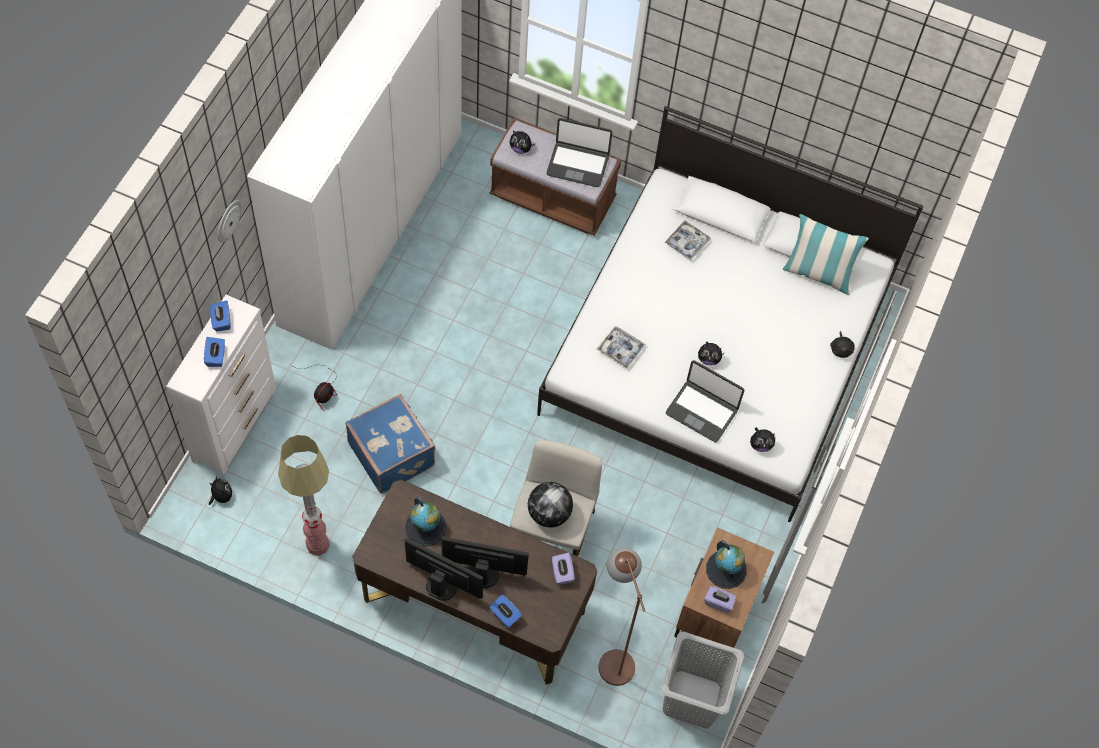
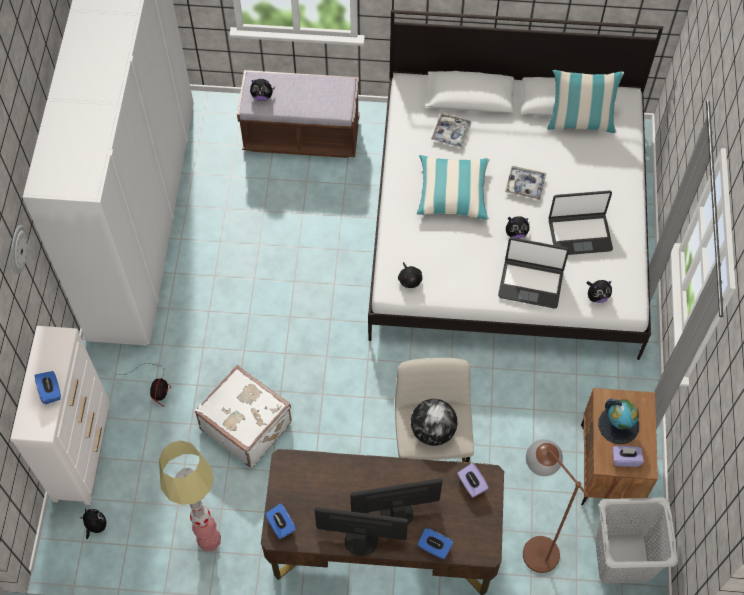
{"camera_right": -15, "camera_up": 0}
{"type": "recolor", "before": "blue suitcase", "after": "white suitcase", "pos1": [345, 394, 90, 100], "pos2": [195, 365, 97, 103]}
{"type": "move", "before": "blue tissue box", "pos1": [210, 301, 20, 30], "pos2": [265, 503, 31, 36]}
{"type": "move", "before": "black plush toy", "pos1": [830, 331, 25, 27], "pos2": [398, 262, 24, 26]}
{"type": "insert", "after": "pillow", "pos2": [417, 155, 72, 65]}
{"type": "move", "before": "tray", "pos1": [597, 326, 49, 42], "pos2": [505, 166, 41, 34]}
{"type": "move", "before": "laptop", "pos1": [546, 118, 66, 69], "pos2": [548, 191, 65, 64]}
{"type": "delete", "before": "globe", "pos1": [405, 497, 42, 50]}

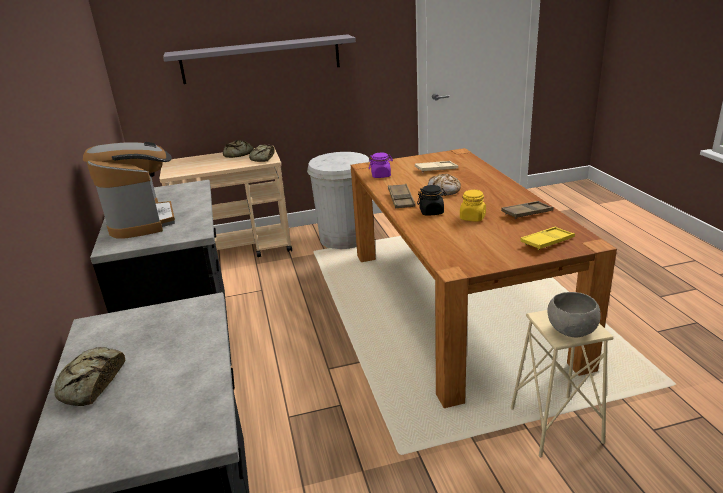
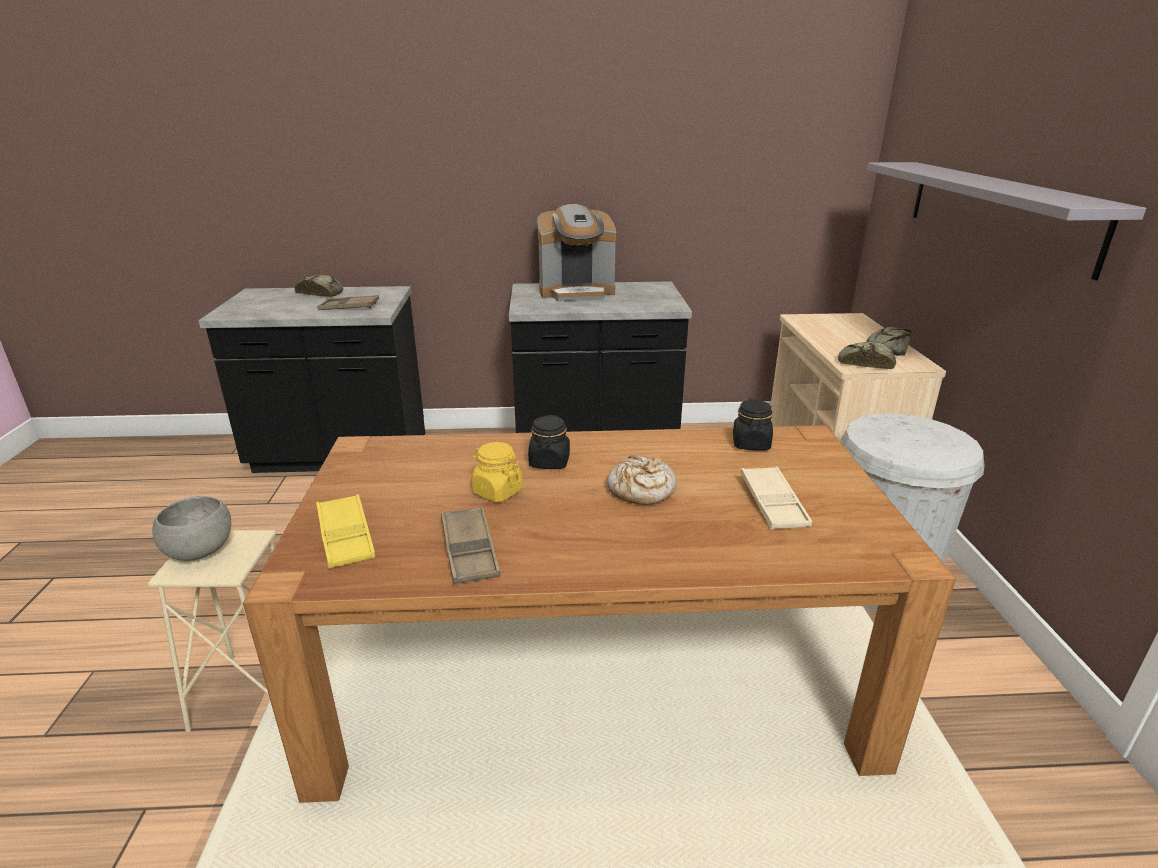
{"camera_right": 100, "camera_up": 0}
{"type": "move", "before": "brown tray", "pos1": [388, 184, 27, 24], "pos2": [317, 295, 62, 15]}
{"type": "recolor", "before": "purple jar", "after": "black jar", "pos1": [369, 153, 24, 25], "pos2": [733, 399, 40, 52]}

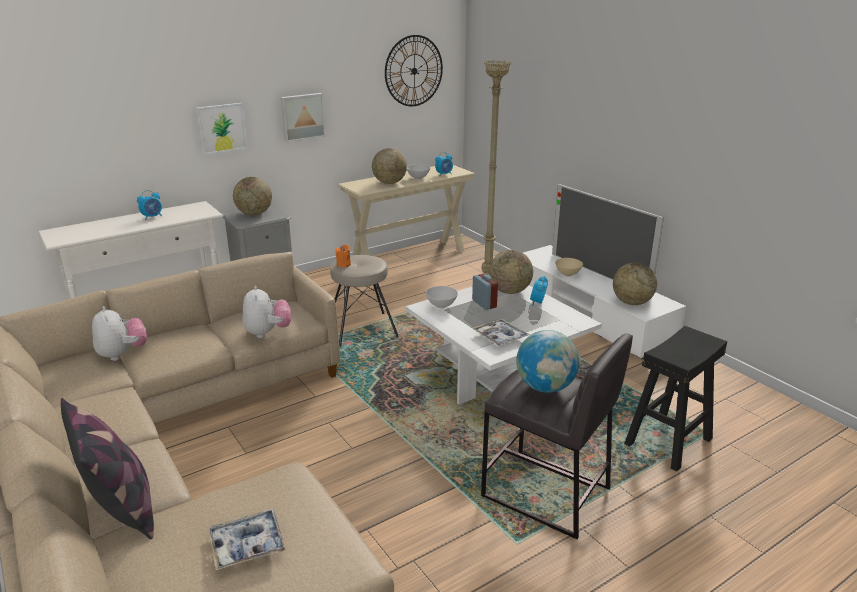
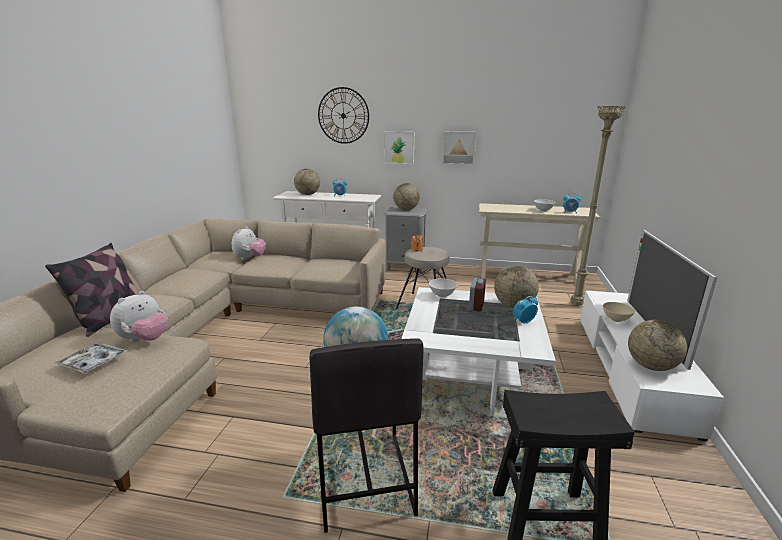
{"camera_right": 45, "camera_up": -5}
{"type": "move", "before": "plush toy", "pos1": [242, 286, 49, 52], "pos2": [110, 291, 58, 51]}
{"type": "move", "before": "globe", "pos1": [372, 148, 35, 36], "pos2": [294, 169, 26, 26]}
{"type": "move", "before": "wall clock", "pos1": [385, 35, 58, 71], "pos2": [318, 87, 51, 57]}
{"type": "delete", "before": "tray", "pos1": [472, 319, 58, 27]}

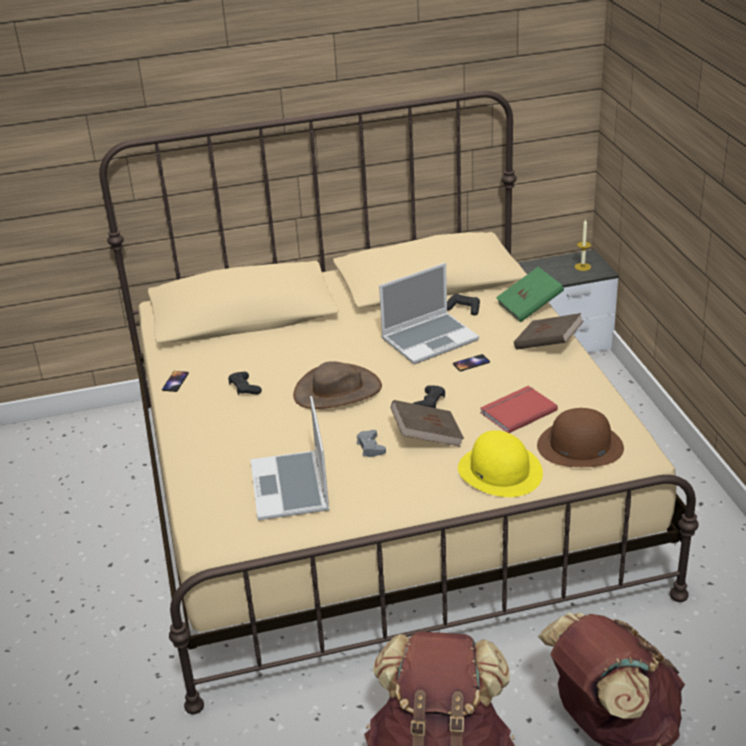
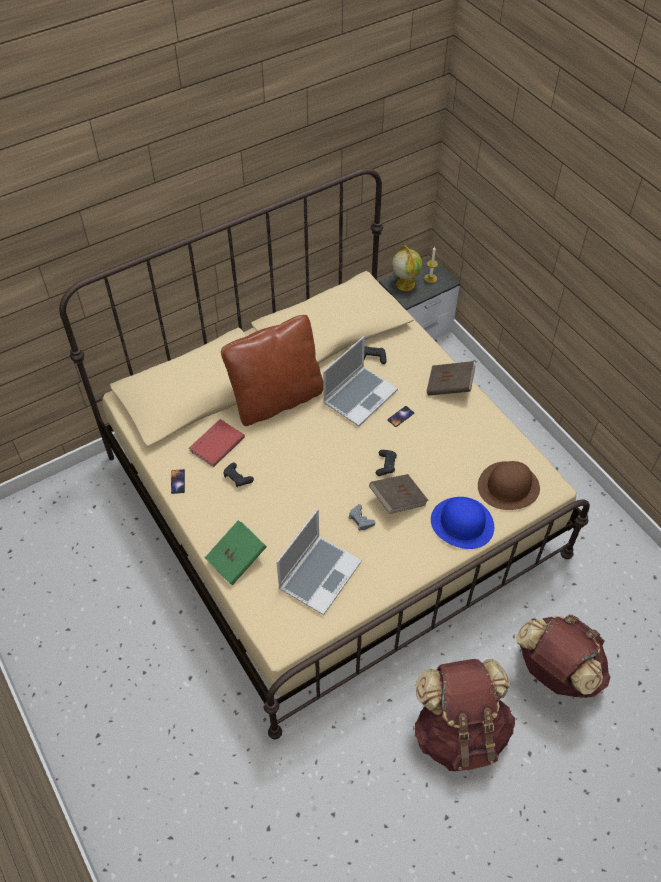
{"camera_right": -20, "camera_up": 20}
{"type": "move", "before": "red book", "pos1": [481, 386, 77, 47], "pos2": [189, 419, 56, 48]}
{"type": "move", "before": "green book", "pos1": [496, 267, 68, 55], "pos2": [205, 520, 62, 65]}
{"type": "insert", "after": "brown pillow", "pos2": [221, 315, 102, 111]}
{"type": "rotate", "before": "laptop", "pos1": [250, 396, 80, 124], "pos2": [276, 509, 86, 106], "turn": -120}
{"type": "insert", "after": "globe", "pos2": [392, 245, 30, 46]}
{"type": "recolor", "before": "yellow hat", "after": "blue hat", "pos1": [458, 430, 85, 67], "pos2": [431, 497, 63, 52]}
{"type": "delete", "before": "brown hat", "pos1": [293, 361, 89, 48]}

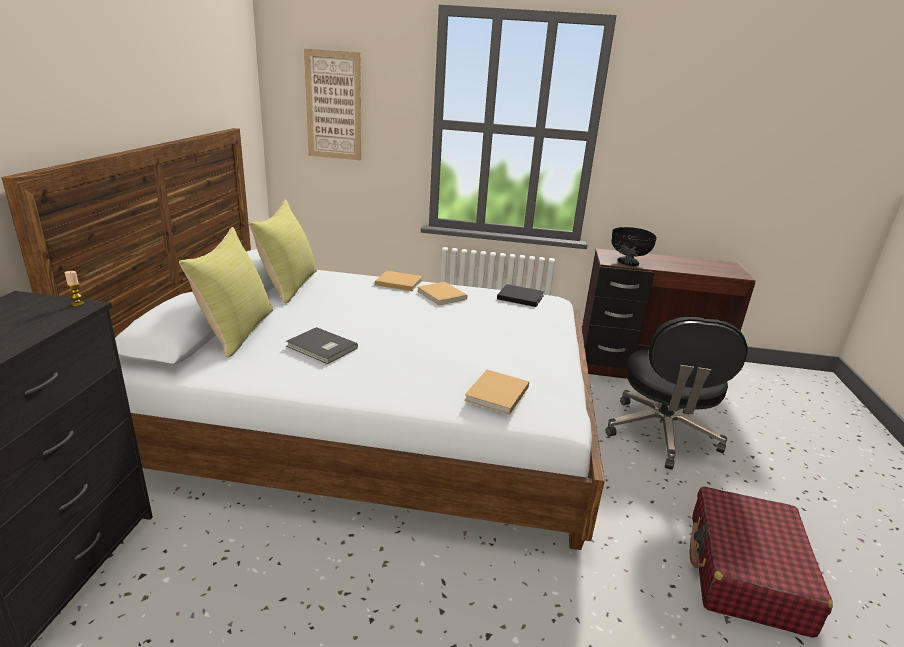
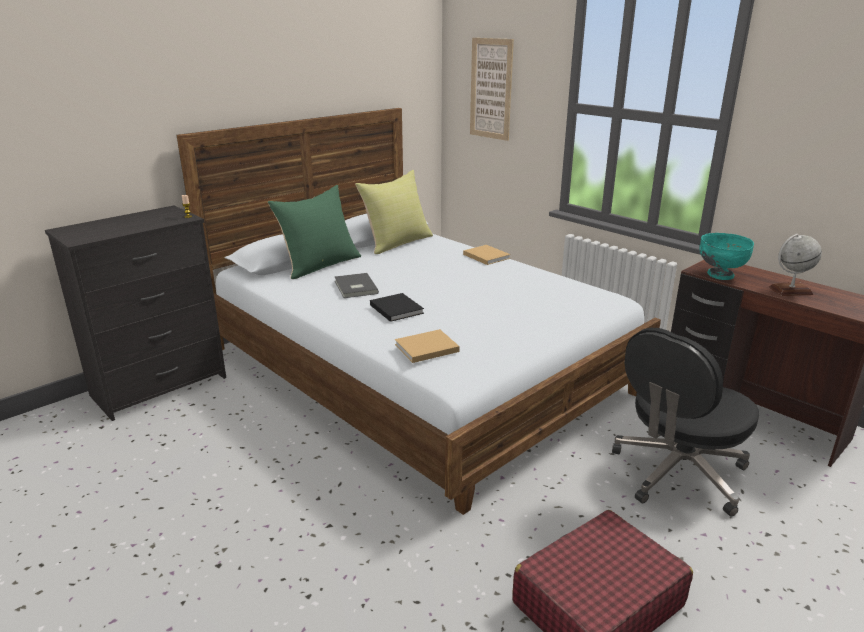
{"camera_right": 40, "camera_up": 0}
{"type": "recolor", "before": "yellow pillow", "after": "green pillow", "pos1": [179, 227, 95, 131], "pos2": [267, 185, 94, 94]}
{"type": "move", "before": "black book", "pos1": [497, 284, 47, 23], "pos2": [370, 293, 54, 29]}
{"type": "recolor", "before": "black bowl", "after": "turquoise bowl", "pos1": [612, 227, 45, 39], "pos2": [699, 233, 55, 47]}
{"type": "insert", "after": "globe", "pos2": [769, 234, 53, 62]}
{"type": "delete", "before": "beige book", "pos1": [417, 282, 50, 23]}

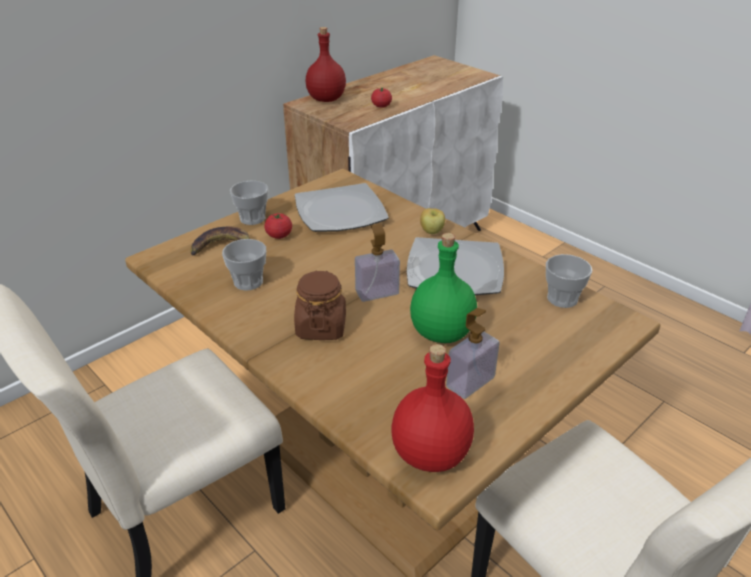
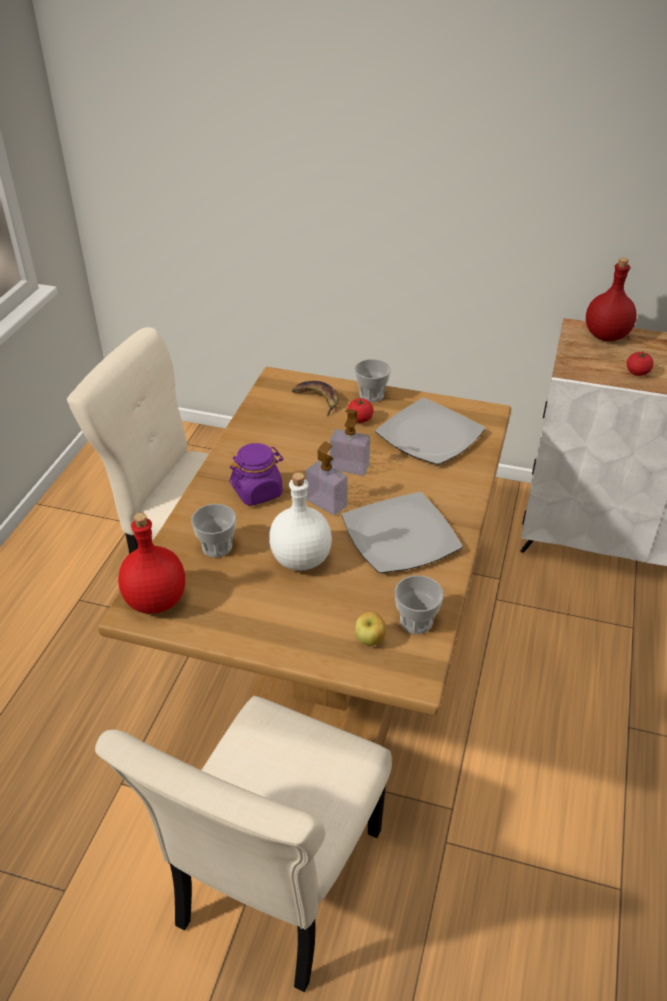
{"camera_right": 60, "camera_up": 5}
{"type": "move", "before": "cup", "pos1": [222, 239, 44, 51], "pos2": [191, 504, 46, 53]}
{"type": "recolor", "before": "brown jar", "after": "purple jar", "pos1": [294, 270, 52, 70], "pos2": [229, 443, 54, 63]}
{"type": "recolor", "before": "green bottle", "after": "white bottle", "pos1": [410, 233, 67, 110], "pos2": [269, 472, 63, 99]}
{"type": "move", "before": "soap dispenser", "pos1": [446, 308, 54, 91], "pos2": [330, 409, 40, 67]}
{"type": "move", "before": "apple", "pos1": [420, 208, 25, 26], "pos2": [355, 612, 31, 34]}

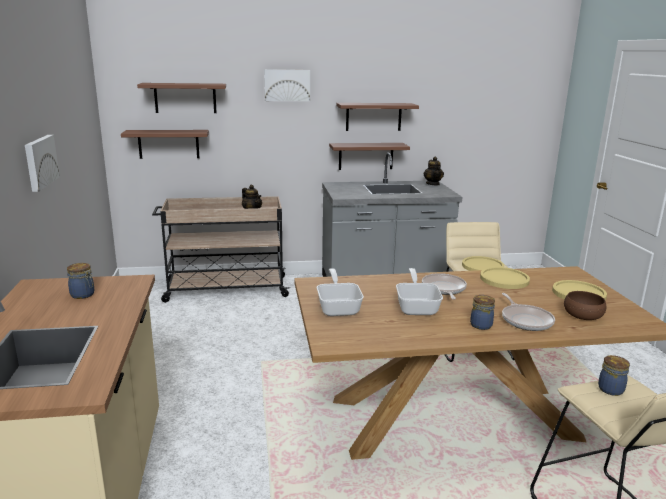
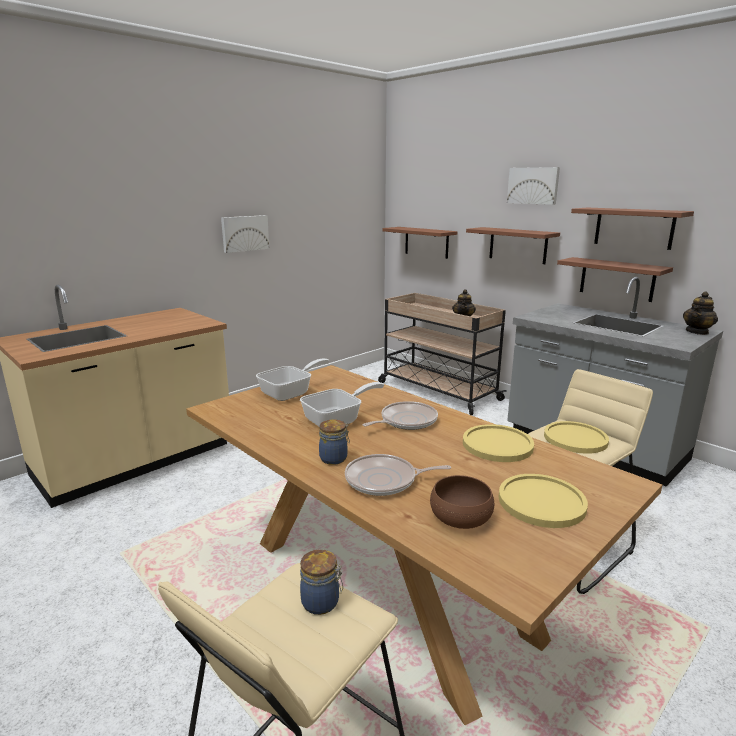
{"camera_right": 55, "camera_up": 0}
{"type": "rotate", "before": "frying pan", "pos1": [502, 293, 53, 38], "pos2": [345, 454, 106, 42], "turn": 45}
{"type": "move", "before": "shelf", "pos1": [137, 83, 89, 30], "pos2": [466, 227, 94, 37]}
{"type": "delete", "before": "jar", "pos1": [67, 263, 27, 36]}

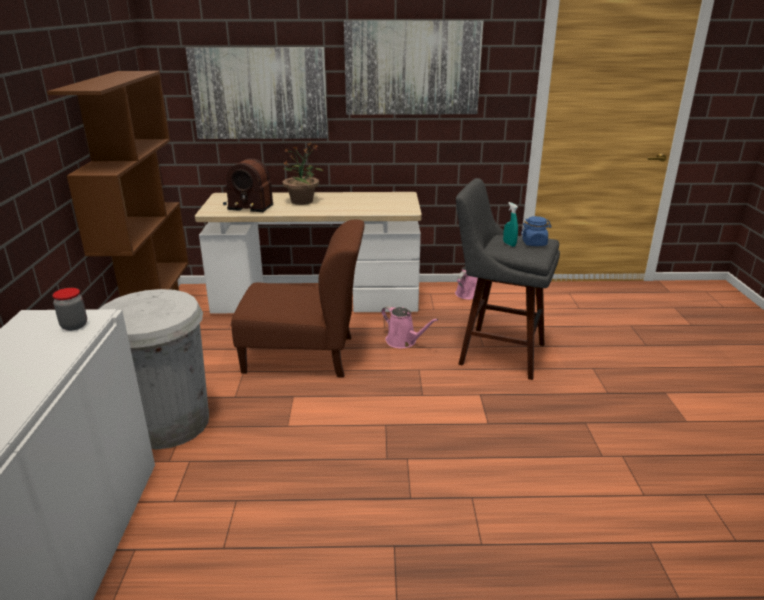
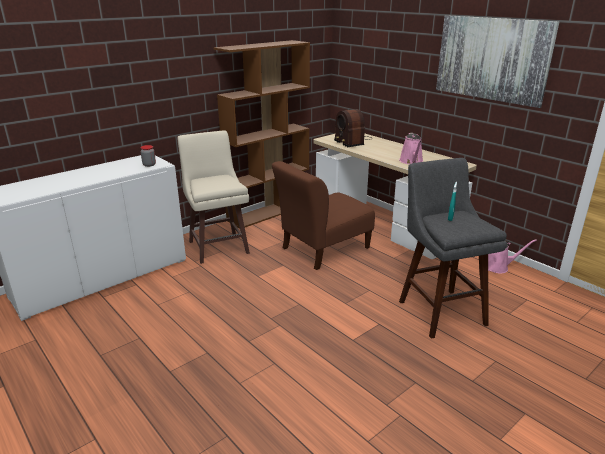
{"camera_right": 50, "camera_up": 0}
{"type": "replace", "before": "white trash can", "after": "beige stool", "pos1": [100, 289, 109, 161], "pos2": [177, 131, 73, 133]}
{"type": "rotate", "before": "brown chair", "pos1": [231, 220, 134, 157], "pos2": [272, 161, 103, 109], "turn": 90}
{"type": "move", "before": "pink watering can", "pos1": [381, 306, 57, 42], "pos2": [399, 133, 24, 31]}
{"type": "delete", "before": "picture", "pos1": [186, 47, 142, 92]}
{"type": "delete", "before": "potted plant", "pos1": [283, 143, 41, 62]}
{"type": "delete", "before": "blue jar", "pos1": [521, 216, 31, 30]}

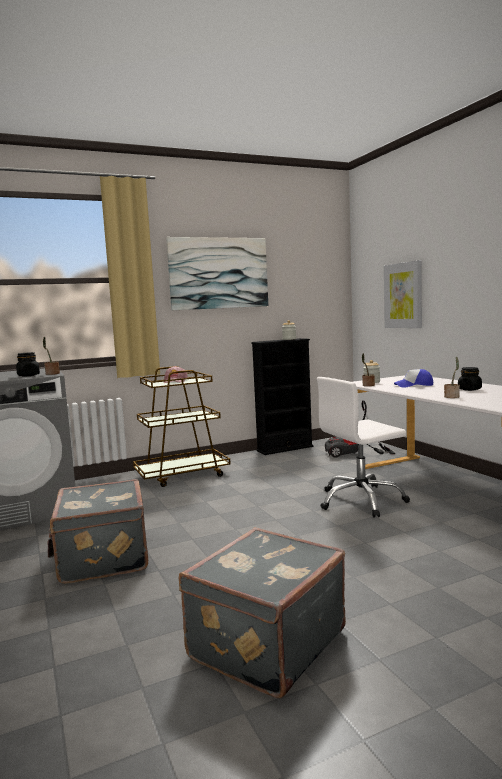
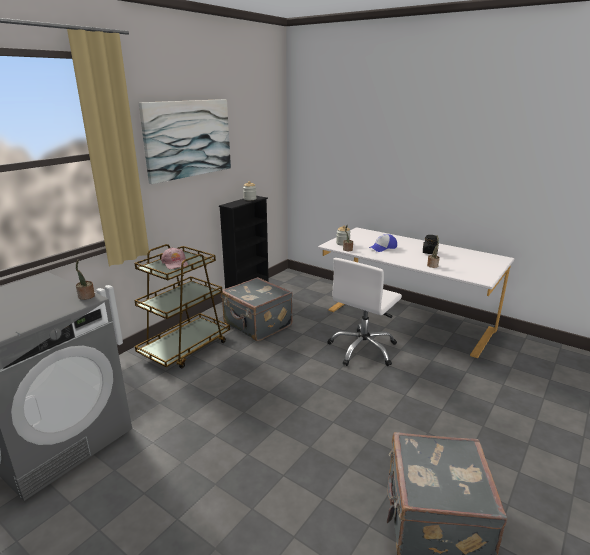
{"camera_right": -30, "camera_up": 15}
{"type": "move", "before": "grey suitcase", "pos1": [48, 479, 100, 105], "pos2": [221, 277, 72, 64]}
{"type": "delete", "before": "black jar", "pos1": [16, 352, 24, 25]}
{"type": "delete", "before": "vacuum cleaner", "pos1": [325, 400, 70, 58]}
{"type": "delete", "before": "picture", "pos1": [384, 260, 38, 68]}

